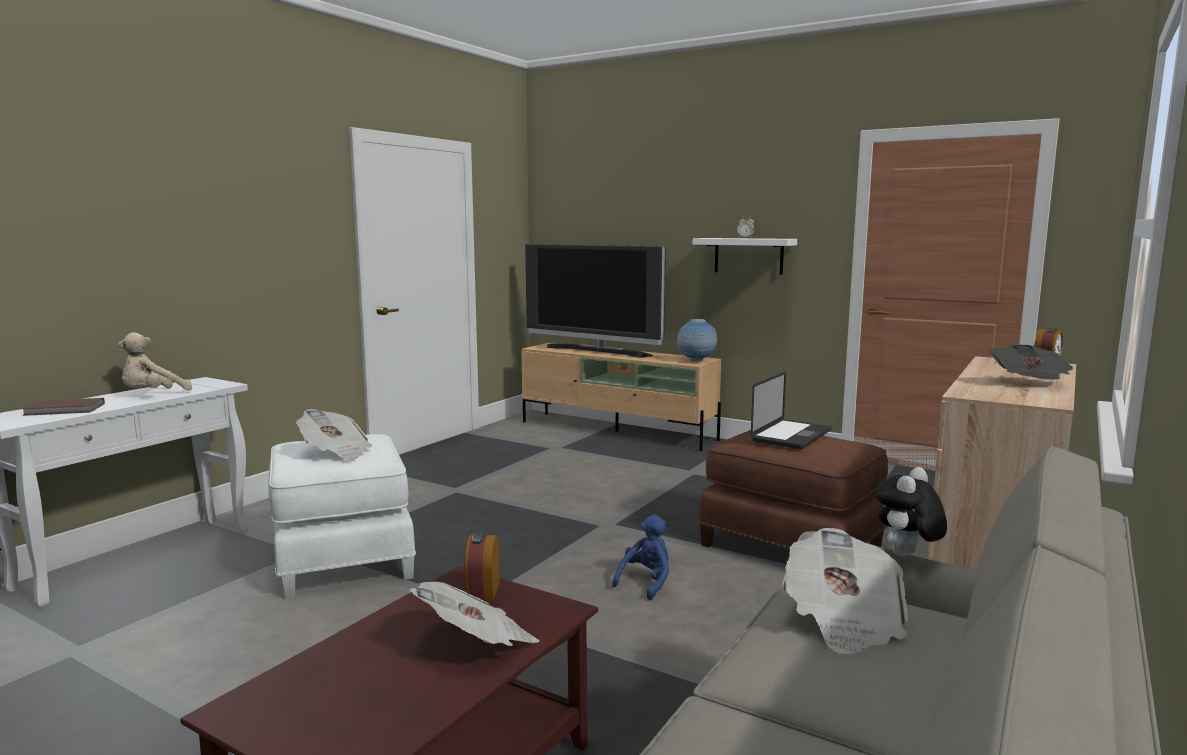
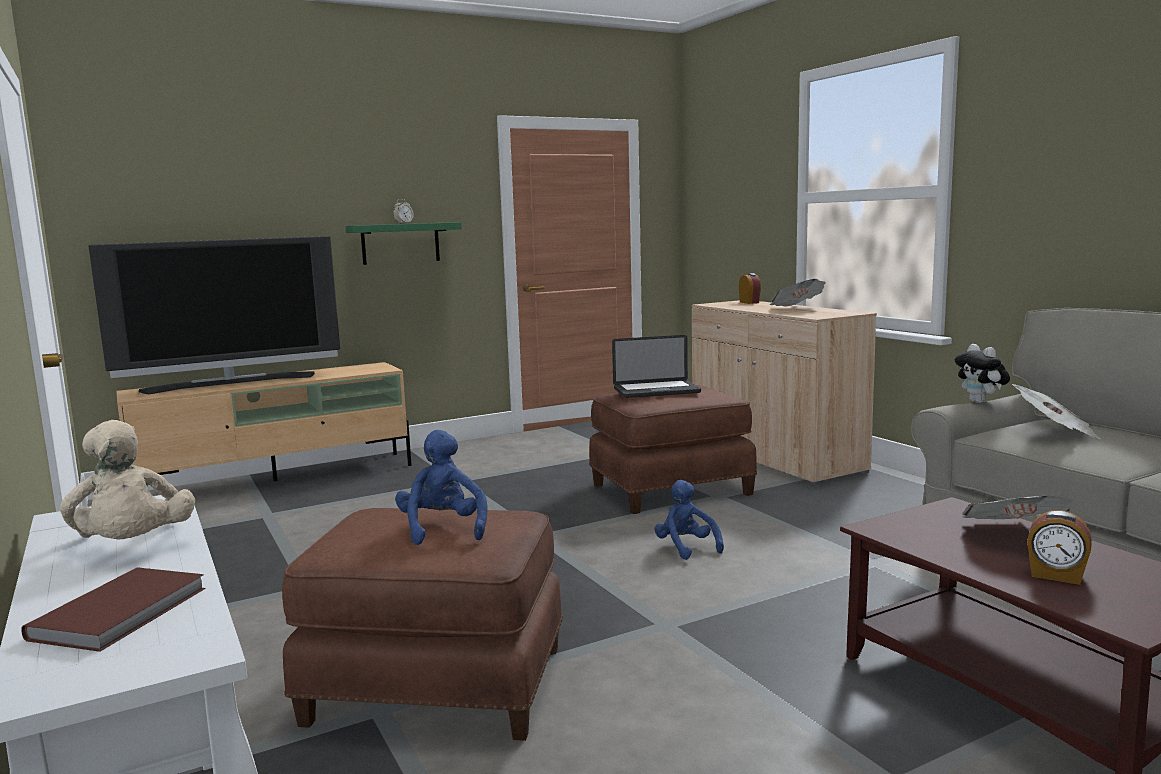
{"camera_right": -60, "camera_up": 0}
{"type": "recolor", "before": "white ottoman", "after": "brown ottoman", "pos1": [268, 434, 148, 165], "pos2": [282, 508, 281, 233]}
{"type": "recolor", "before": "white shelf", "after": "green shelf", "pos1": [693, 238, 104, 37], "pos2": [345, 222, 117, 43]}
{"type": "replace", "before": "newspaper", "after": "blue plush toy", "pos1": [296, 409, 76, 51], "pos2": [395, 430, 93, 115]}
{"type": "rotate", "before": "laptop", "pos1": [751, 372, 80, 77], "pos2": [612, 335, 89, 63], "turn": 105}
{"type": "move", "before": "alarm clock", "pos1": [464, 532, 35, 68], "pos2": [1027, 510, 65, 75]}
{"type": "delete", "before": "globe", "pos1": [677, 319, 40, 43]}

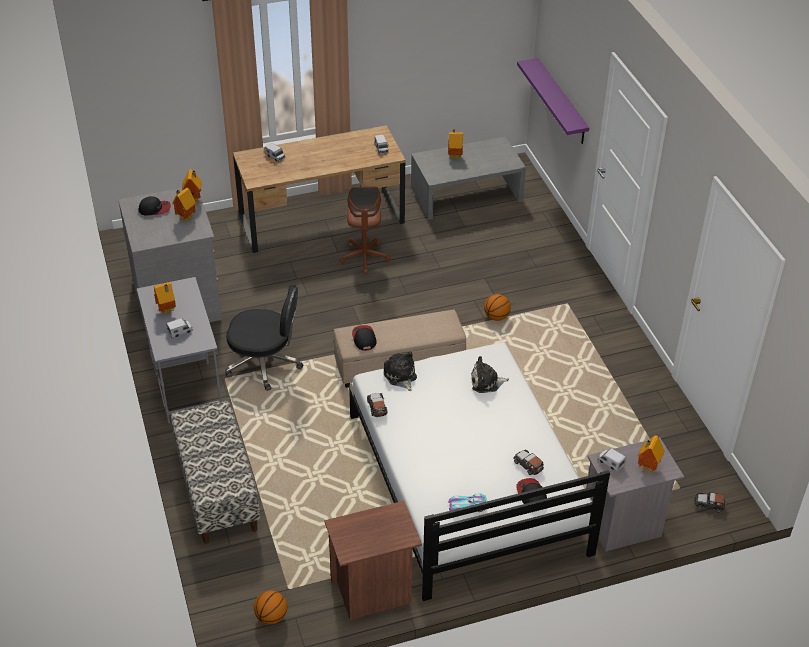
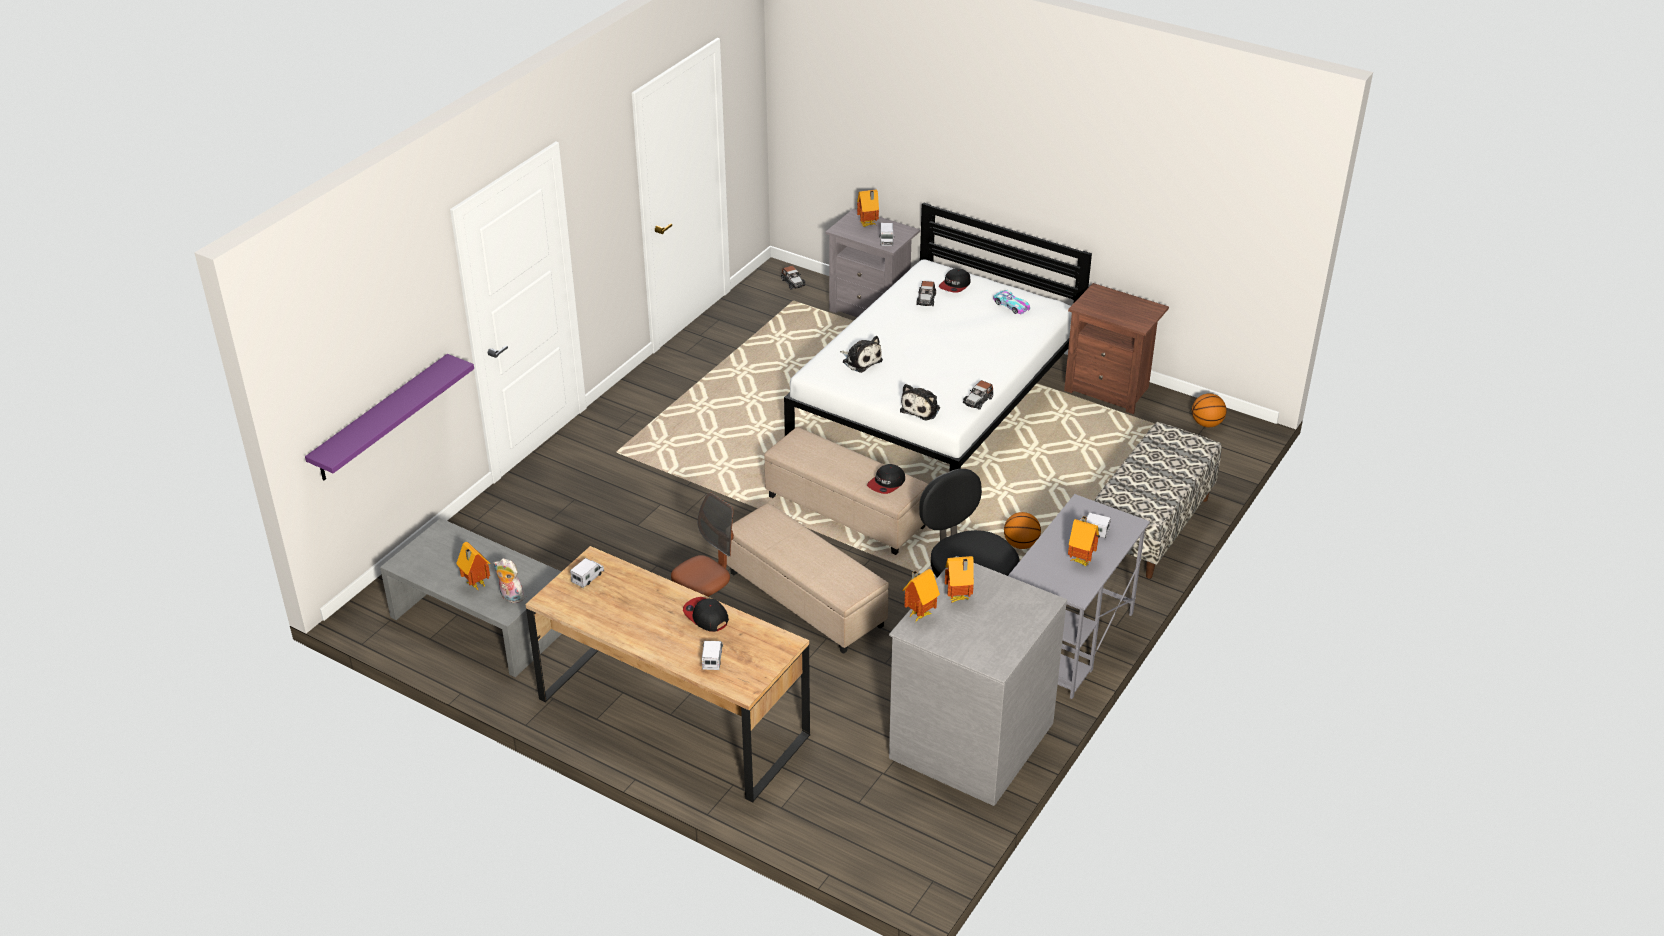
{"camera_right": -130, "camera_up": -5}
{"type": "insert", "after": "plush toy", "pos2": [493, 558, 33, 45]}
{"type": "move", "before": "cap", "pos1": [138, 196, 33, 19], "pos2": [683, 597, 46, 35]}
{"type": "insert", "after": "beige ottoman", "pos2": [727, 503, 162, 151]}
{"type": "move", "before": "basketball", "pos1": [484, 294, 27, 27], "pos2": [1004, 512, 37, 37]}

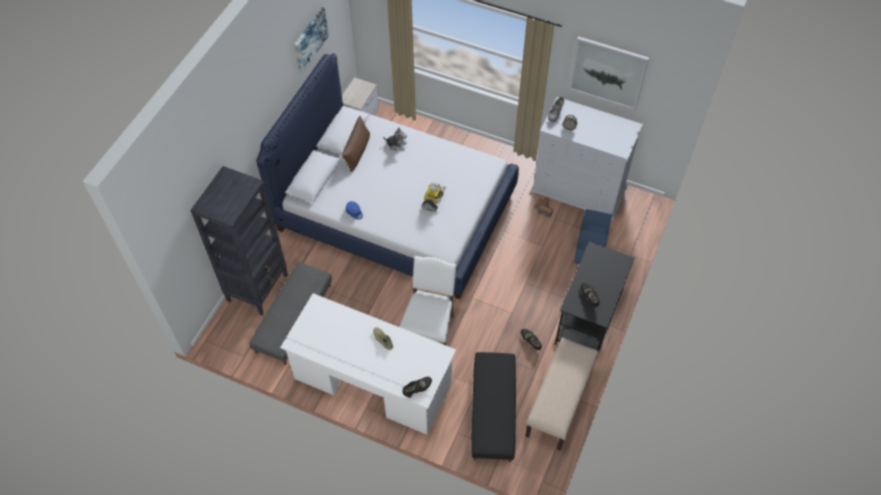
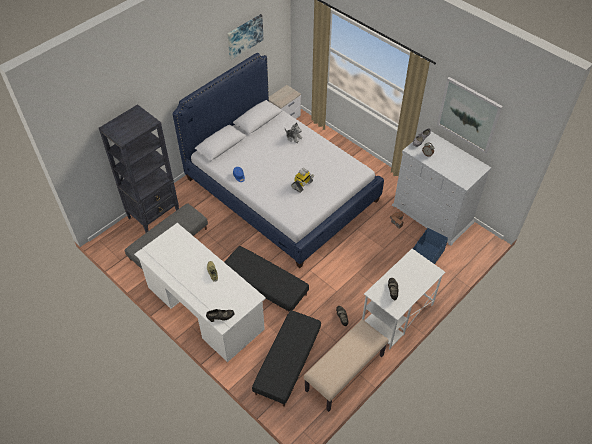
{"camera_right": 20, "camera_up": -5}
{"type": "replace", "before": "white chair", "after": "black ottoman", "pos1": [399, 256, 58, 89], "pos2": [224, 246, 85, 66]}
{"type": "recolor", "before": "black desk", "after": "white desk", "pos1": [555, 242, 80, 109], "pos2": [362, 249, 83, 100]}
{"type": "delete", "before": "brown pillow", "pos1": [341, 116, 29, 57]}

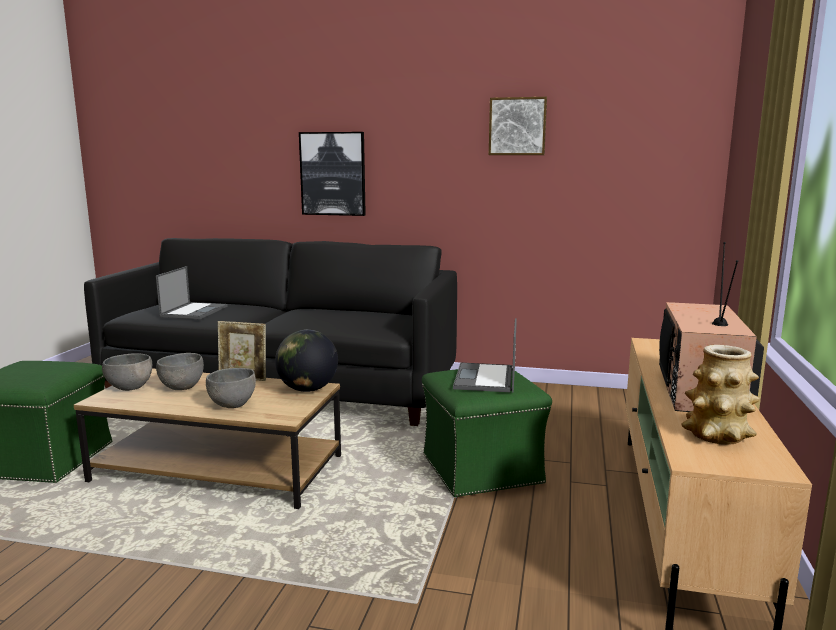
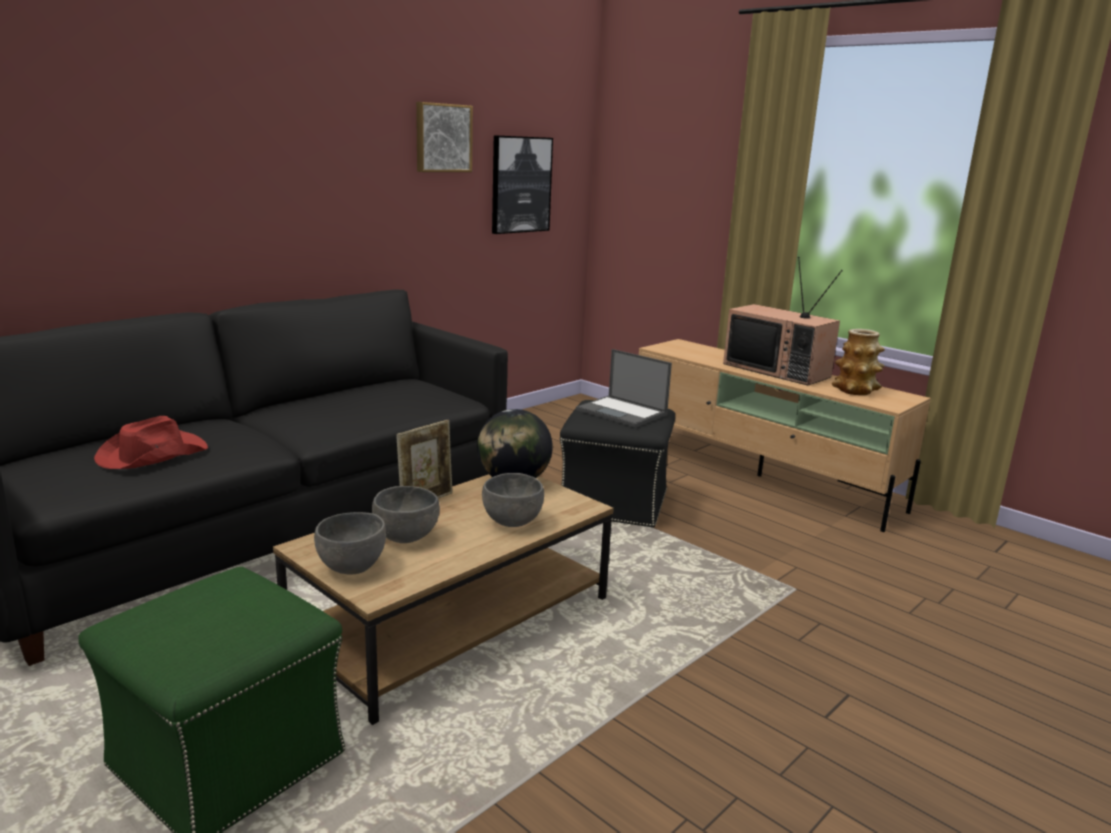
{"camera_right": -60, "camera_up": 5}
{"type": "replace", "before": "laptop", "after": "red hat", "pos1": [156, 266, 72, 53], "pos2": [94, 416, 114, 53]}
{"type": "move", "before": "picture", "pos1": [299, 132, 67, 84], "pos2": [492, 135, 61, 99]}
{"type": "recolor", "before": "green ottoman", "after": "black ottoman", "pos1": [422, 369, 130, 129], "pos2": [560, 400, 115, 128]}

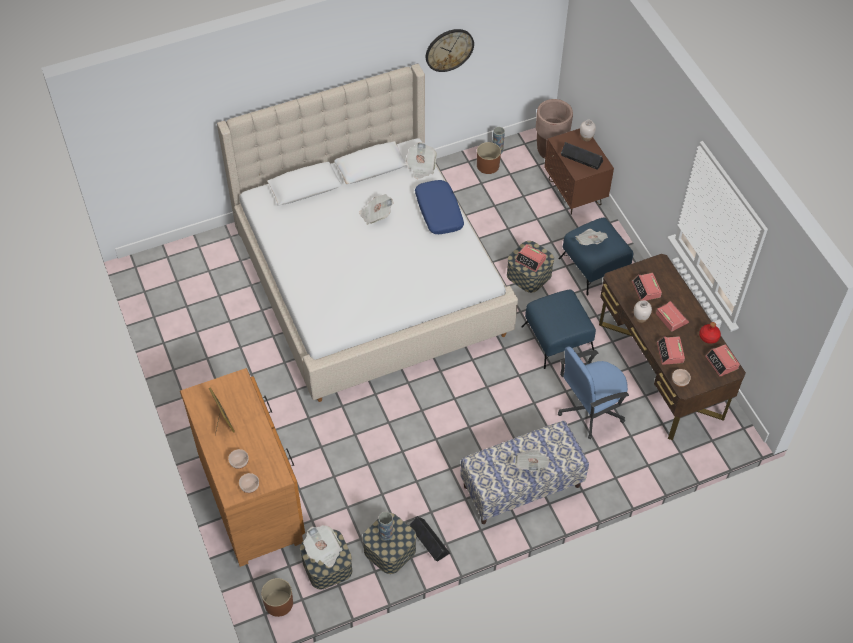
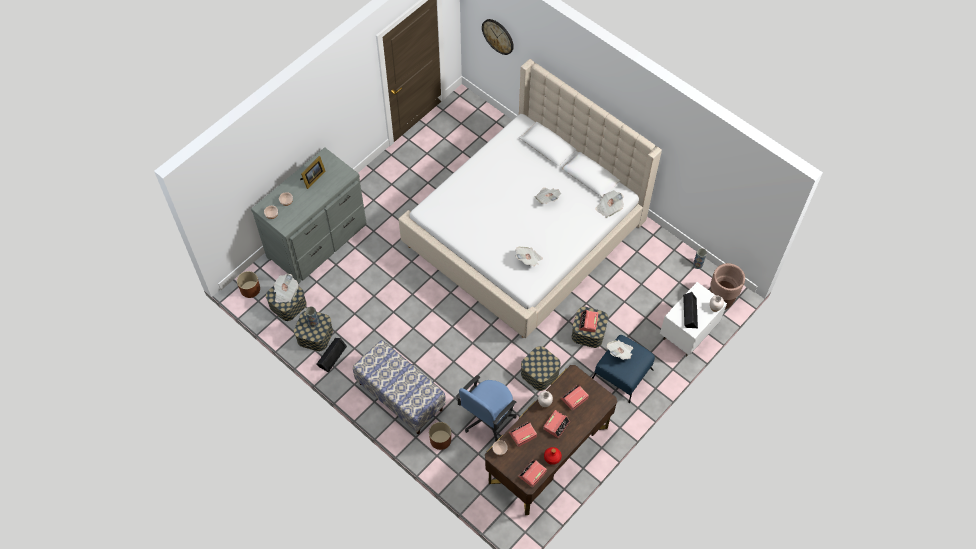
{"camera_right": 65, "camera_up": 5}
{"type": "recolor", "before": "brown dresser", "after": "grey dresser", "pos1": [180, 368, 125, 199], "pos2": [251, 147, 116, 137]}
{"type": "move", "before": "brown planter", "pos1": [477, 142, 24, 32], "pos2": [429, 422, 22, 28]}
{"type": "rotate", "before": "blue office chair", "pos1": [558, 347, 71, 92], "pos2": [456, 375, 61, 67], "turn": -90}
{"type": "move", "before": "wall clock", "pos1": [426, 29, 48, 43], "pos2": [482, 19, 32, 36]}
{"type": "move", "before": "newspaper", "pos1": [515, 448, 35, 24], "pos2": [515, 246, 28, 20]}
{"type": "replace", "before": "blue ottoman", "after": "storage box", "pos1": [521, 290, 75, 79], "pos2": [521, 346, 40, 45]}
{"type": "recolor", "before": "brown nightstand", "after": "white nightstand", "pos1": [544, 129, 70, 86], "pos2": [660, 282, 67, 75]}
{"type": "delete", "before": "blue pillow", "pos1": [415, 180, 49, 54]}

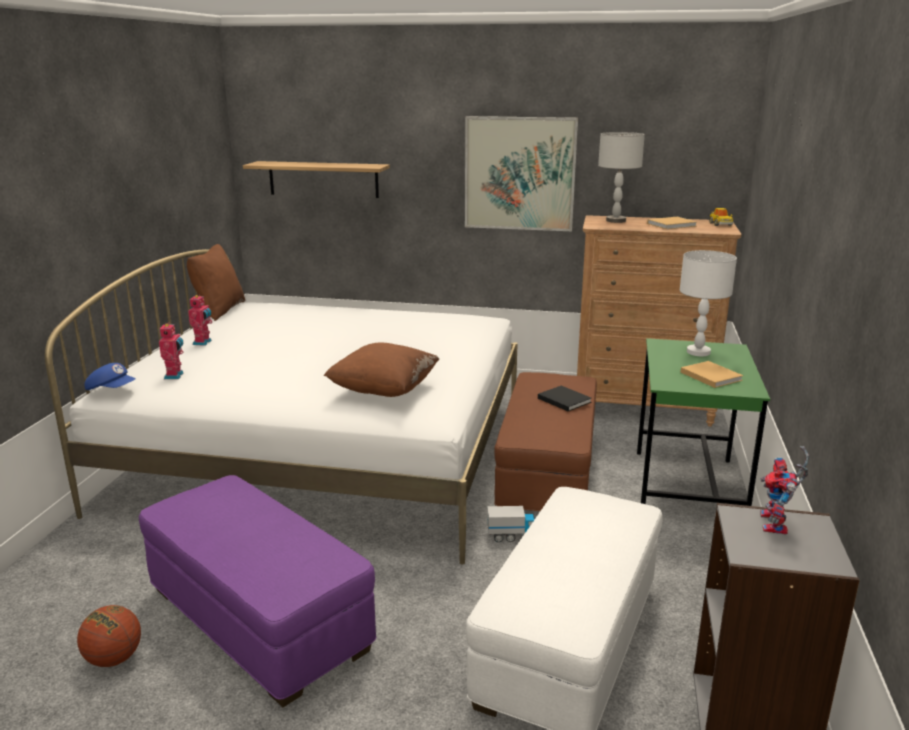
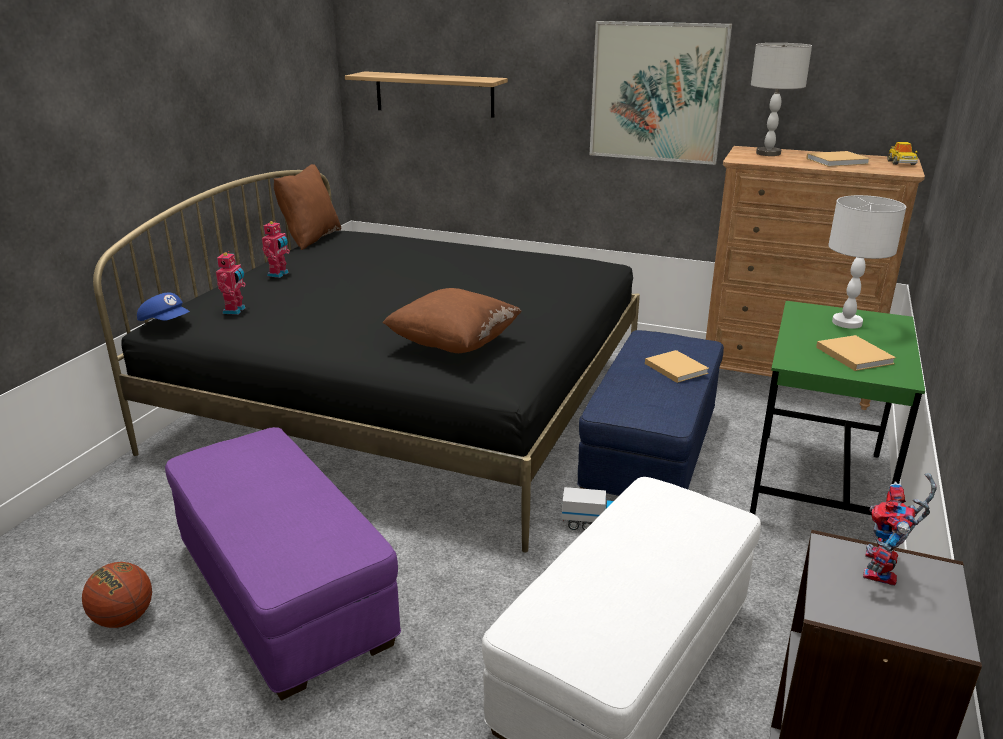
{"camera_right": 10, "camera_up": 5}
{"type": "recolor", "before": "white bed", "after": "black bed", "pos1": [45, 249, 473, 316], "pos2": [93, 170, 547, 383]}
{"type": "recolor", "before": "brown ottoman", "after": "blue ottoman", "pos1": [494, 372, 103, 139], "pos2": [577, 330, 147, 166]}
{"type": "recolor", "before": "black book", "after": "beige book", "pos1": [538, 386, 54, 25], "pos2": [645, 350, 64, 33]}

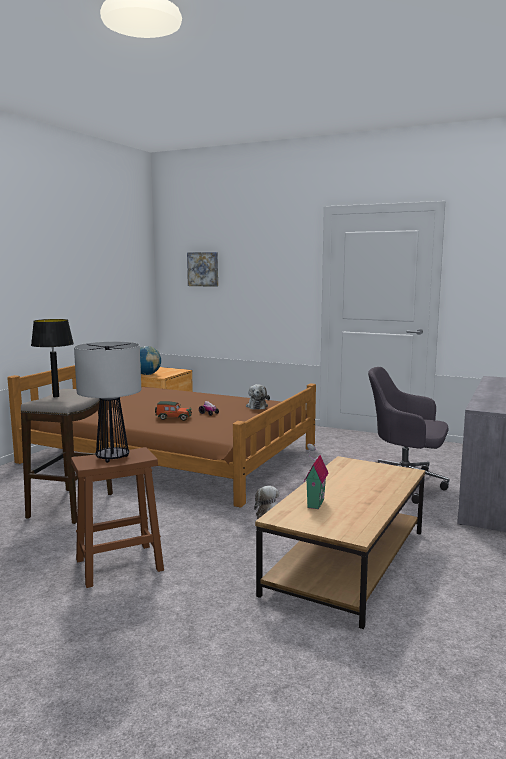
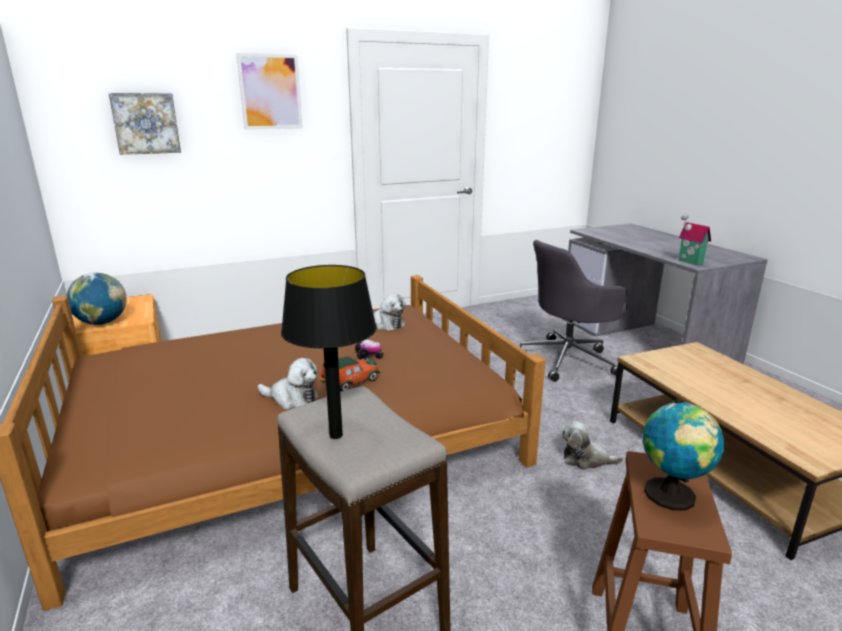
{"camera_right": -50, "camera_up": 10}
{"type": "insert", "after": "picture", "pos2": [236, 53, 66, 77]}
{"type": "insert", "after": "plush toy", "pos2": [258, 358, 61, 51]}
{"type": "replace", "before": "table lamp", "after": "globe", "pos1": [74, 342, 67, 121], "pos2": [643, 399, 81, 112]}
{"type": "move", "before": "toy house", "pos1": [304, 444, 24, 65], "pos2": [679, 214, 32, 52]}

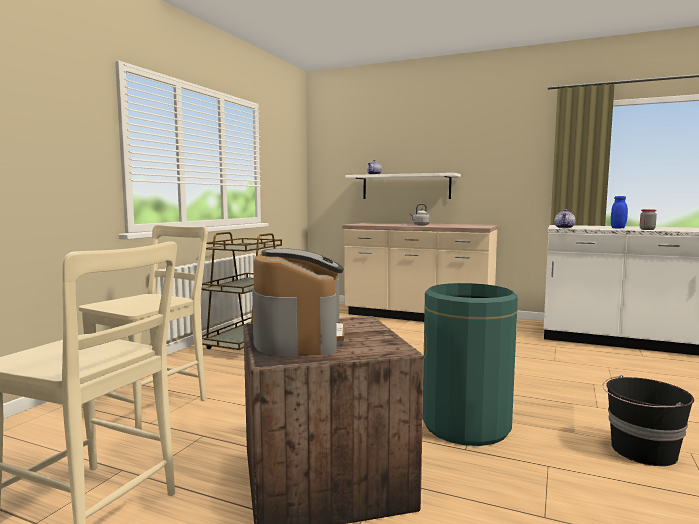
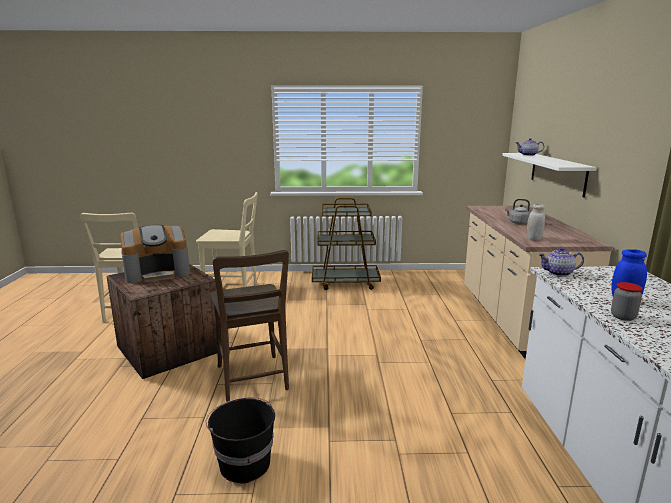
{"camera_right": 65, "camera_up": 10}
{"type": "replace", "before": "green trash can", "after": "brown chair", "pos1": [423, 283, 95, 163], "pos2": [210, 250, 79, 152]}
{"type": "insert", "after": "white jar", "pos2": [527, 204, 18, 36]}

